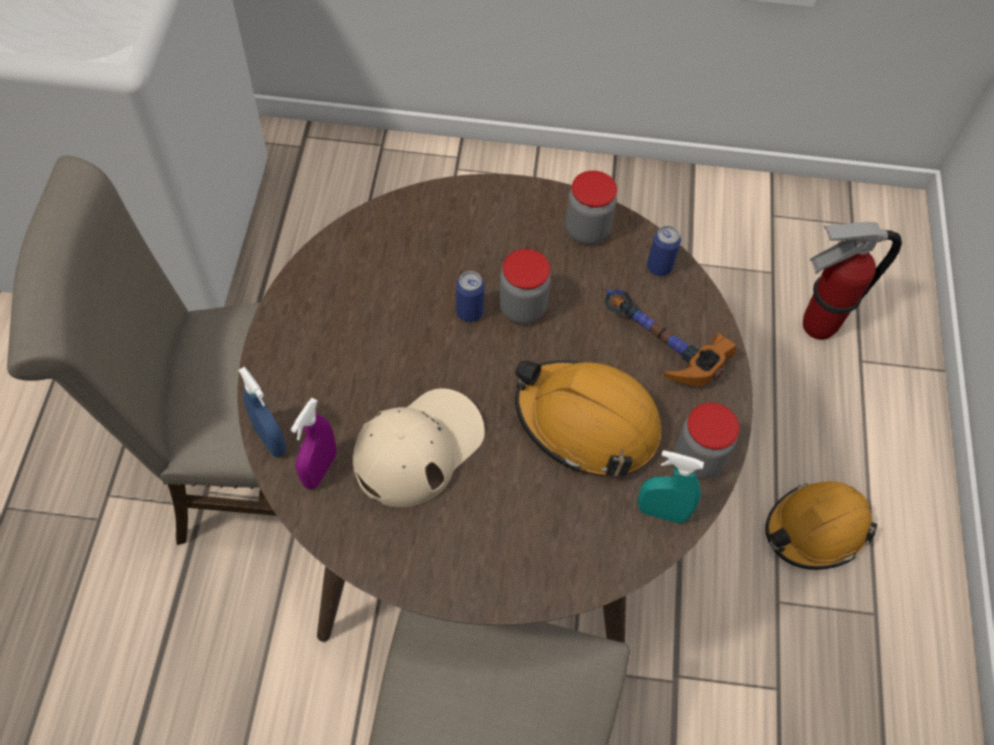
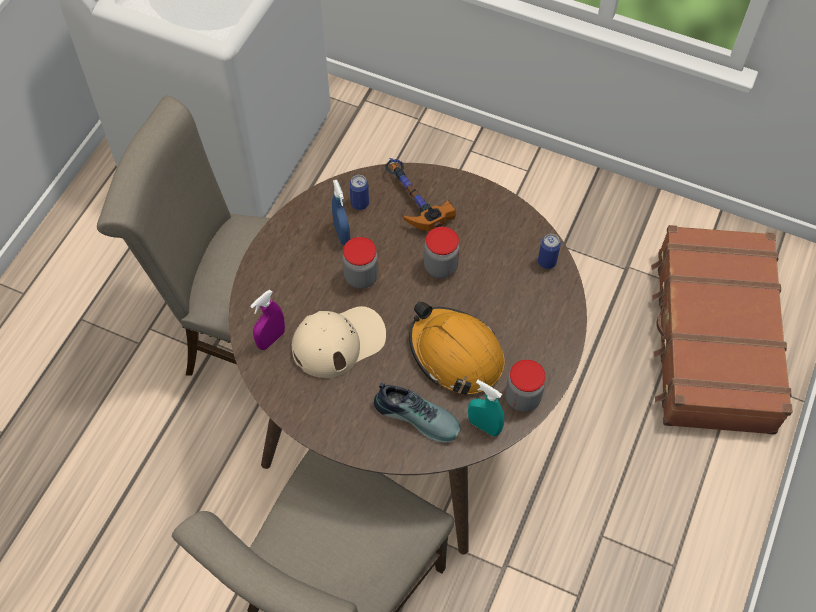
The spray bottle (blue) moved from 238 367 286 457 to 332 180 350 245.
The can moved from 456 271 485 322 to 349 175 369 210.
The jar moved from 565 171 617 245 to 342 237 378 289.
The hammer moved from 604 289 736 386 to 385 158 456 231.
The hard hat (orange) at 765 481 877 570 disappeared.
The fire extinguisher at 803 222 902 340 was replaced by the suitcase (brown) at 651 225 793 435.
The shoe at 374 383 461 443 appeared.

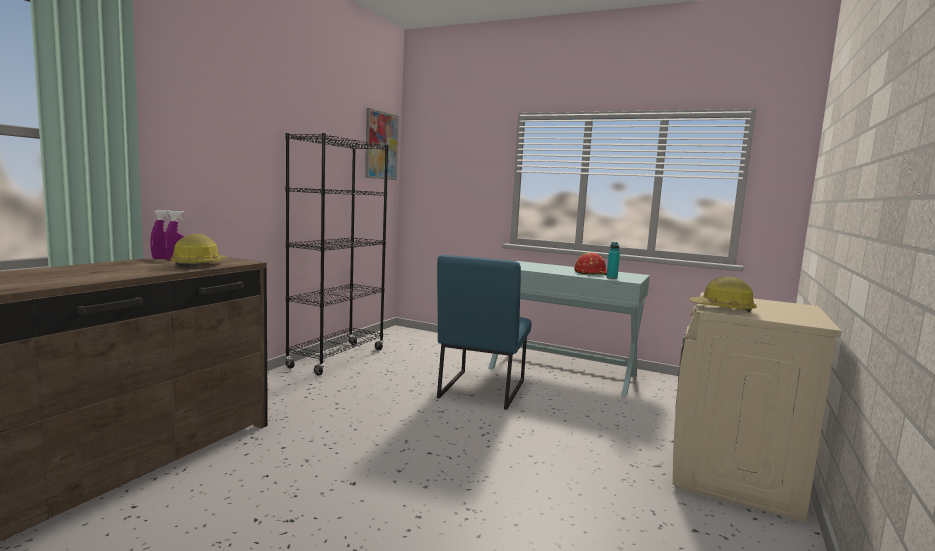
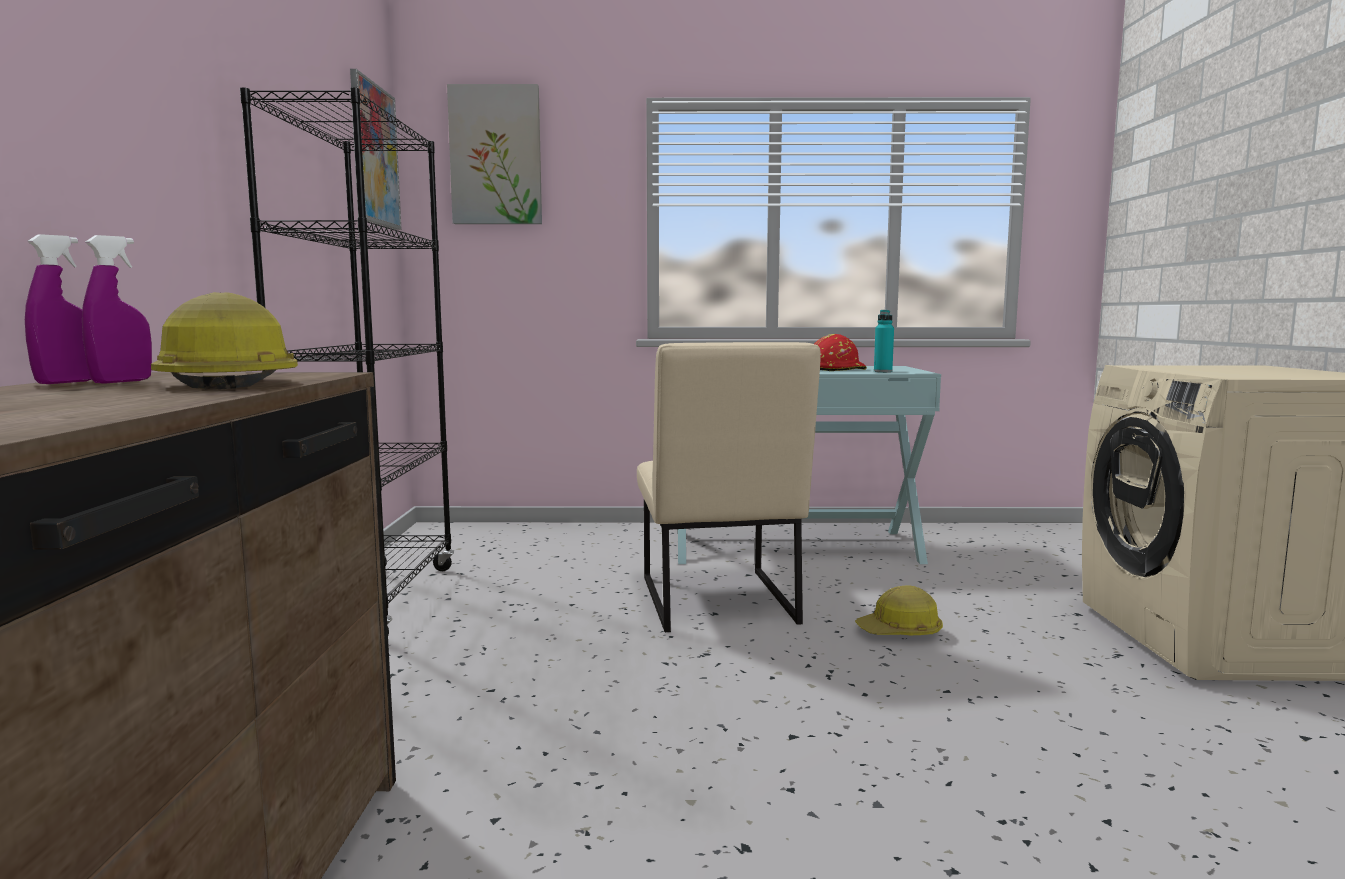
The chair (blue) at 437 255 532 410 became the chair (beige) at 637 342 821 632.
The hard hat moved from 689 277 757 313 to 855 585 943 635.
The picture at 447 84 542 224 appeared.

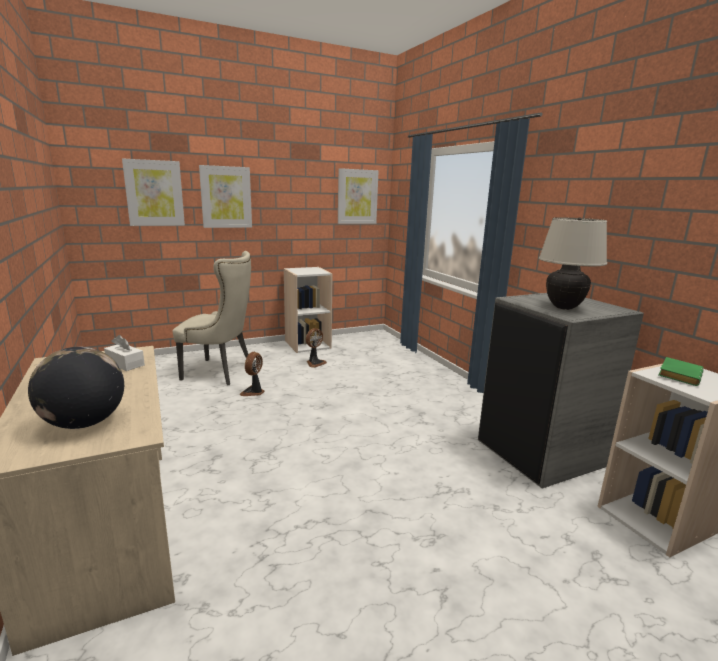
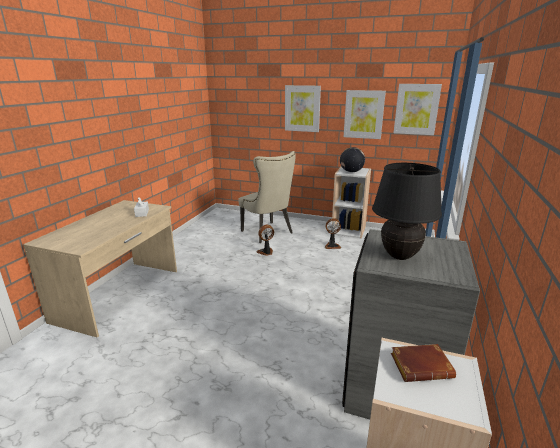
The globe moved from 28 347 124 429 to 340 147 365 172.
The picture moved from 122 158 185 226 to 344 90 386 139.
The table lamp (beige) at 539 217 607 310 became the table lamp (black) at 372 163 442 260.
The book (green) at 658 357 704 386 became the book (brown) at 391 344 456 382.

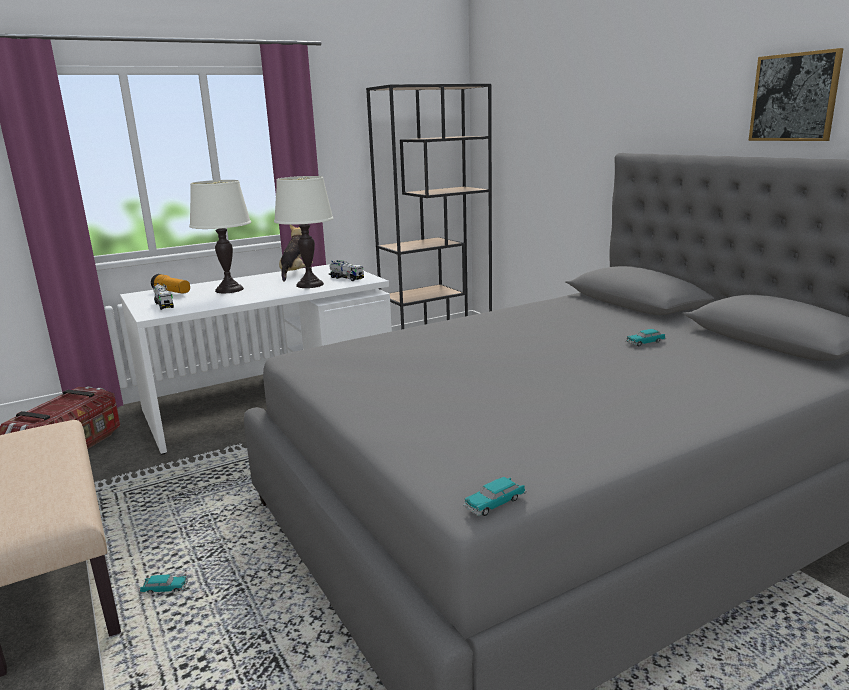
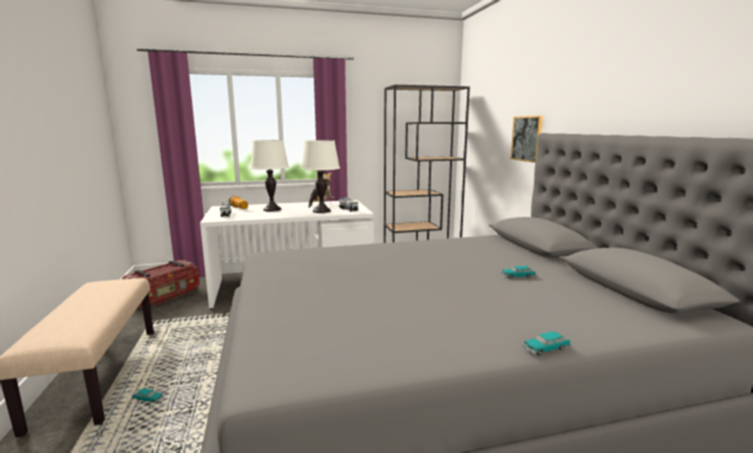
The toy car moved from 463 477 527 516 to 523 331 571 356.
The picture moved from 748 48 844 141 to 510 116 543 163.

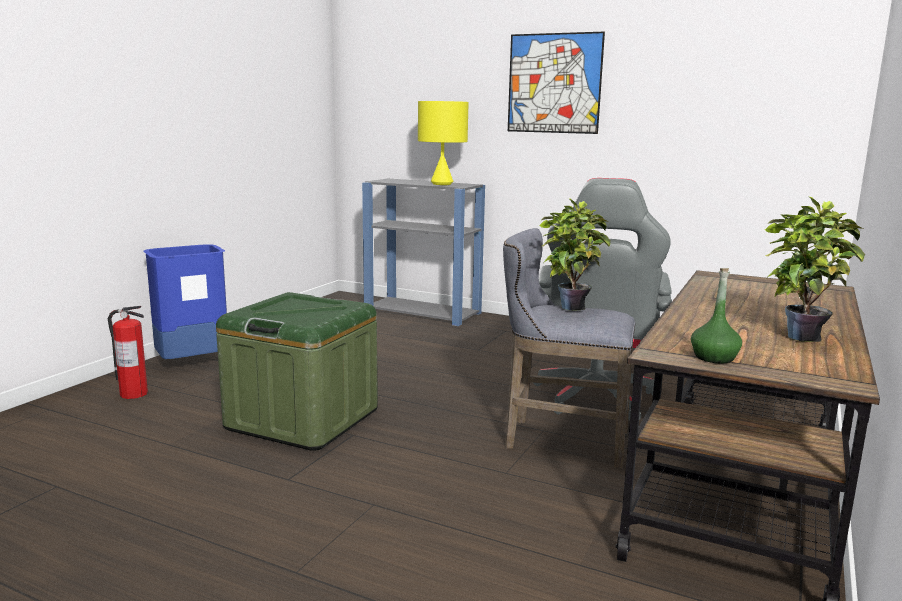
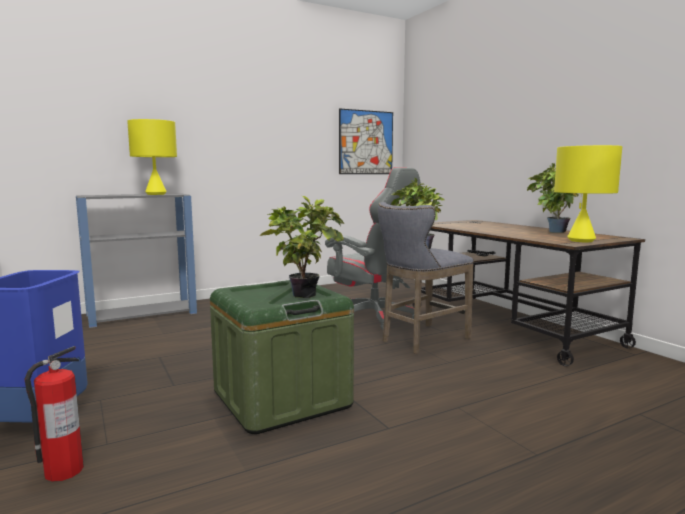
The picture moved from 508 32 605 134 to 339 108 393 174.
The bottle (green) at 691 268 742 363 was replaced by the table lamp (yellow) at 554 145 622 242.
The potted plant at 260 196 344 298 appeared.

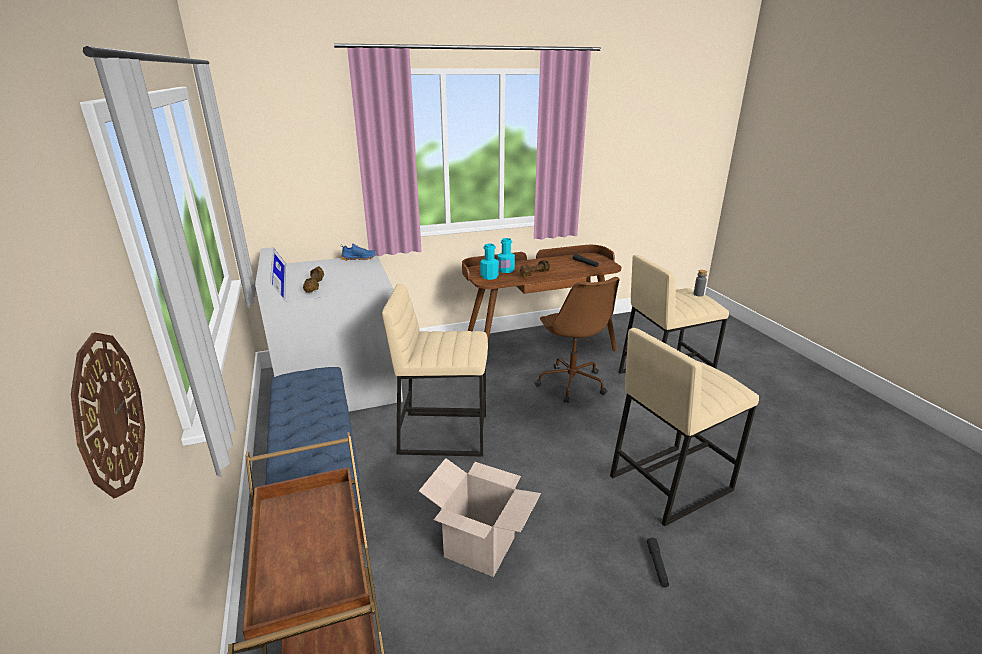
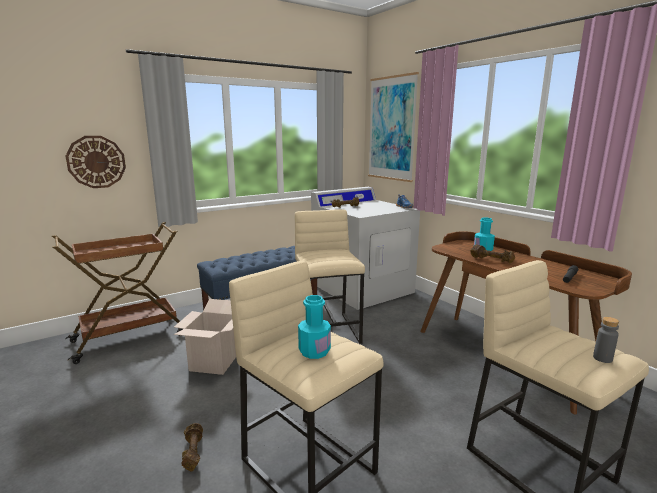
The bottle (turquoise) moved from 480 244 499 280 to 298 295 331 359.
The office chair (brown) at 534 277 620 403 disappeared.
The flashlight (black) at 647 537 669 588 was replaced by the dumbbell (brown) at 181 423 203 472.
The picture at 368 72 419 182 appeared.

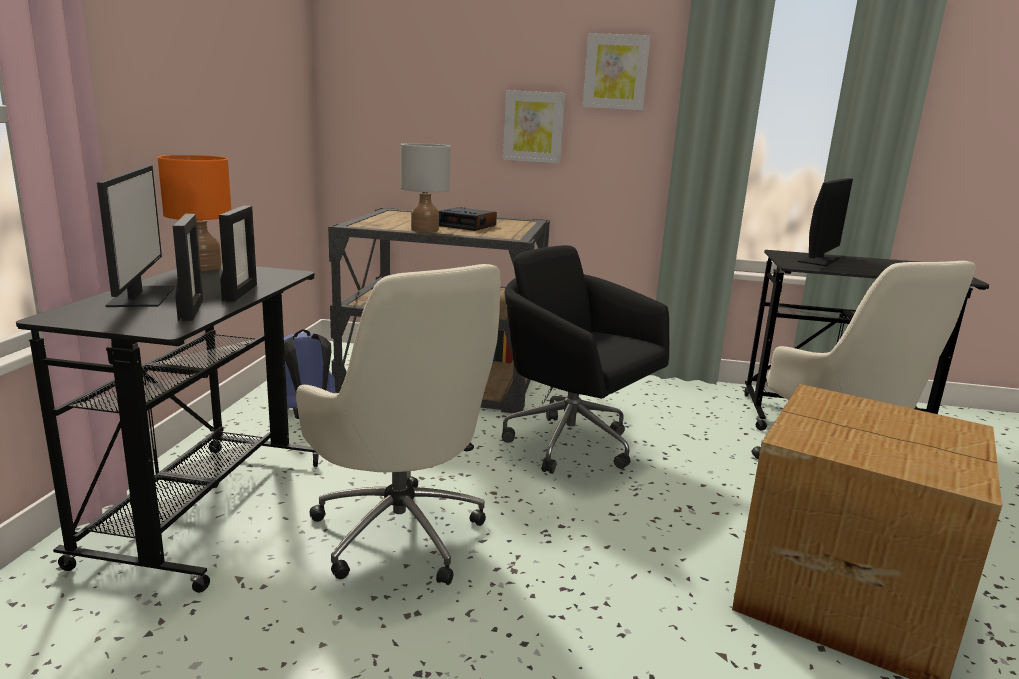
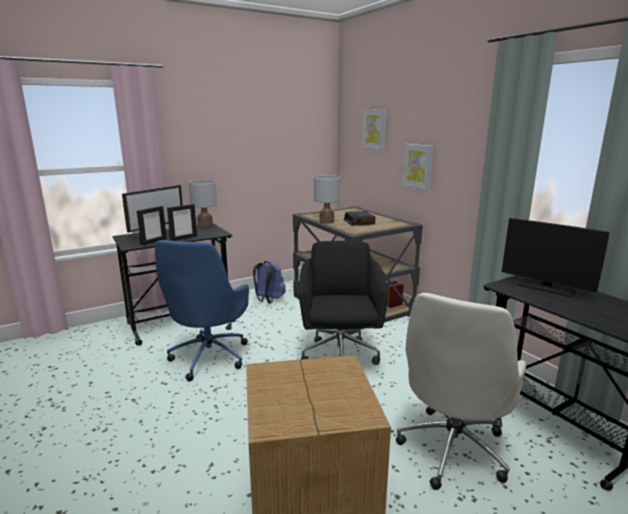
The table lamp (orange) at 158 155 231 271 became the table lamp (grey) at 189 180 217 228.
The office chair (beige) at 296 264 501 585 became the office chair (blue) at 155 240 249 382.
The picture moved from 583 33 651 110 to 362 109 386 150.
The monitor at 798 178 853 266 turned 45 degrees clockwise.

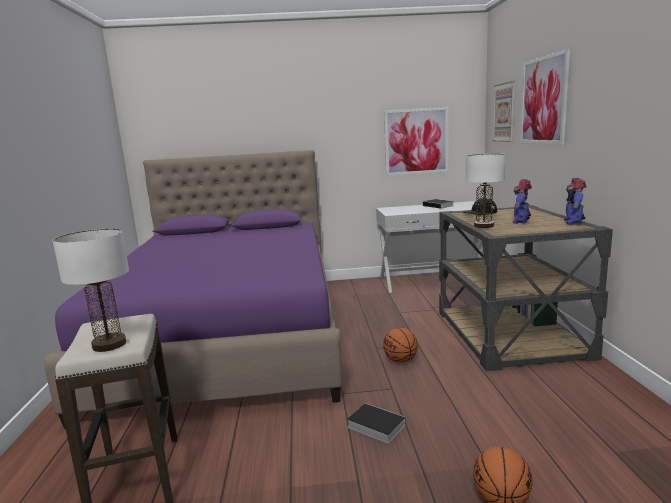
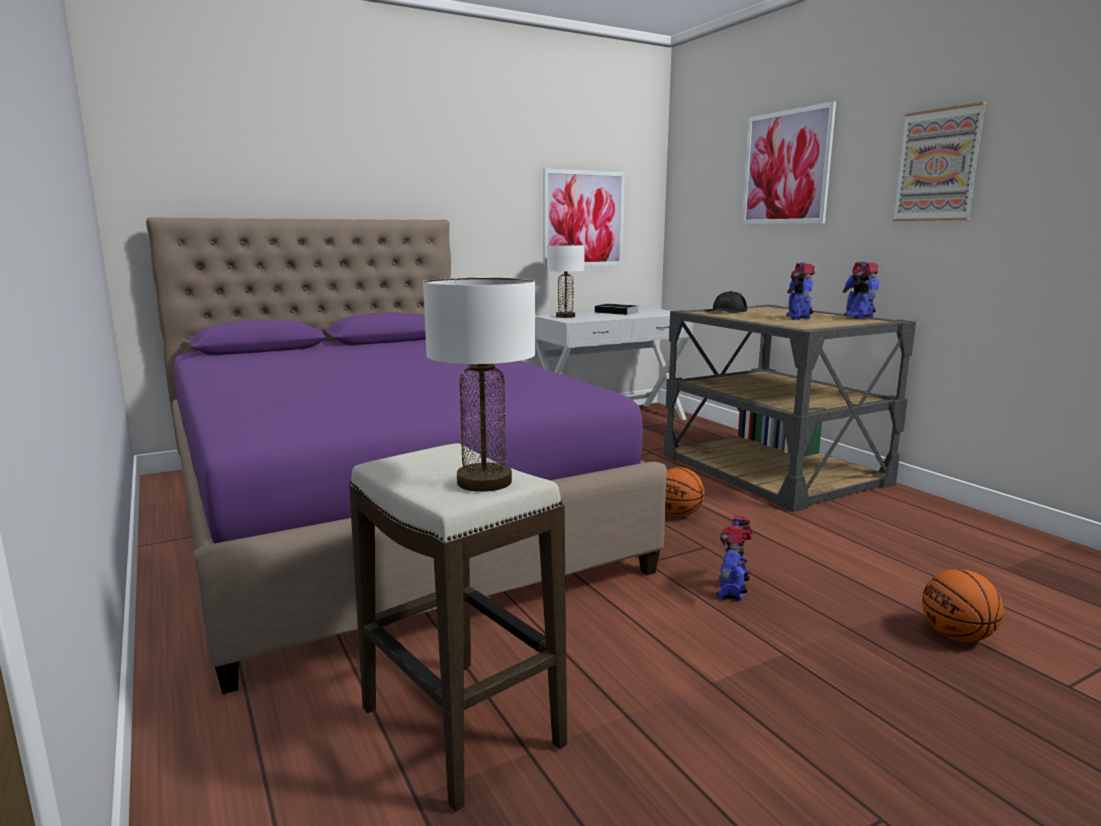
The book at 347 403 406 443 was replaced by the toy robot at 717 516 753 601.
The table lamp moved from 466 154 506 228 to 547 245 585 318.
The picture moved from 492 81 515 142 to 892 102 987 221.

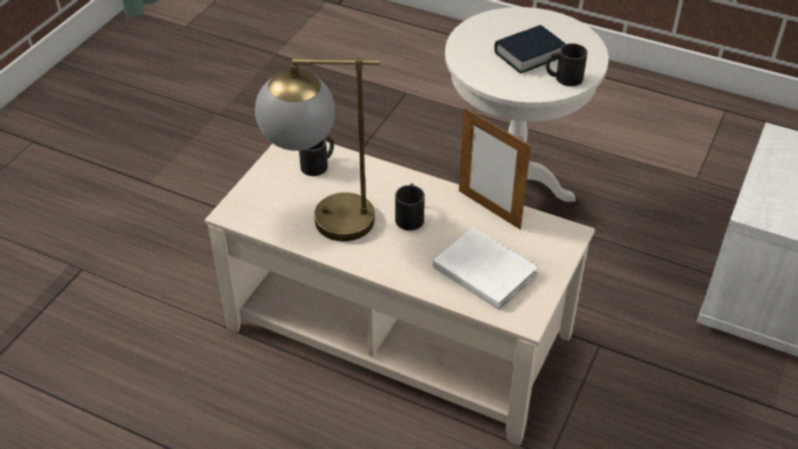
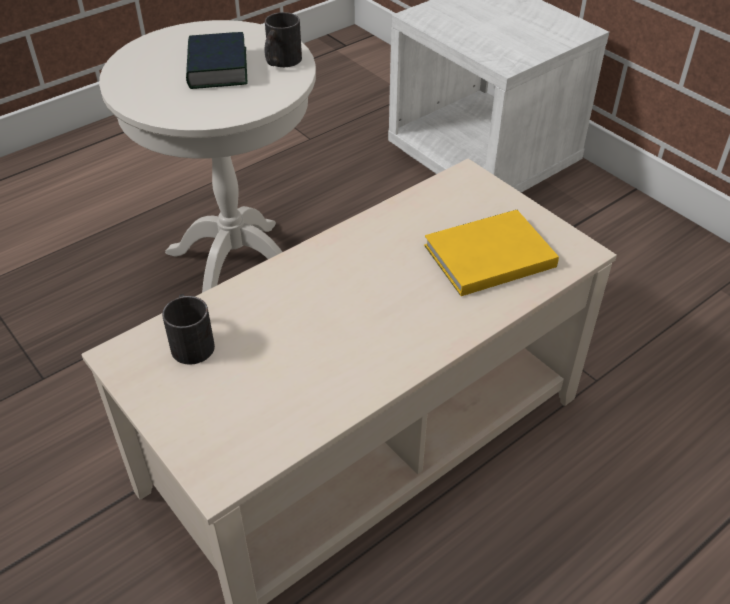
The table lamp at 255 57 380 241 disappeared.
The mug (black) at 395 184 425 231 disappeared.
The book (white) at 433 227 538 310 became the book (yellow) at 424 210 559 296.
The picture frame at 459 107 531 229 disappeared.

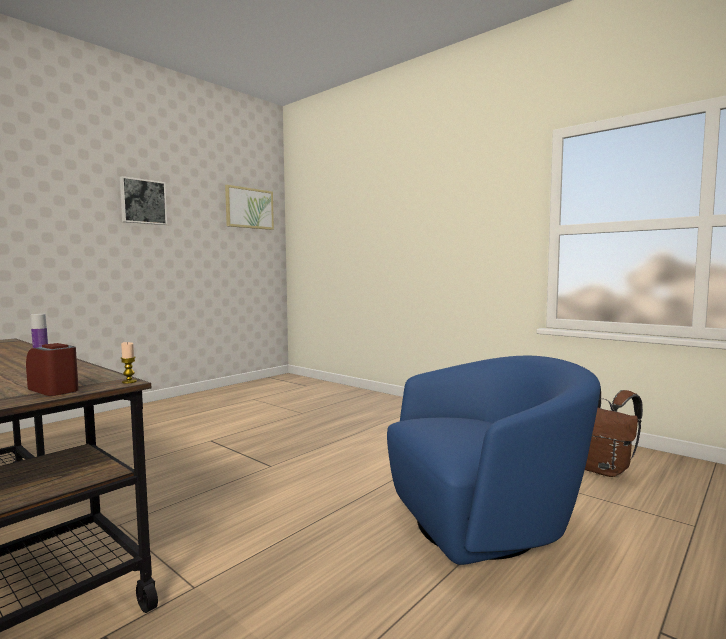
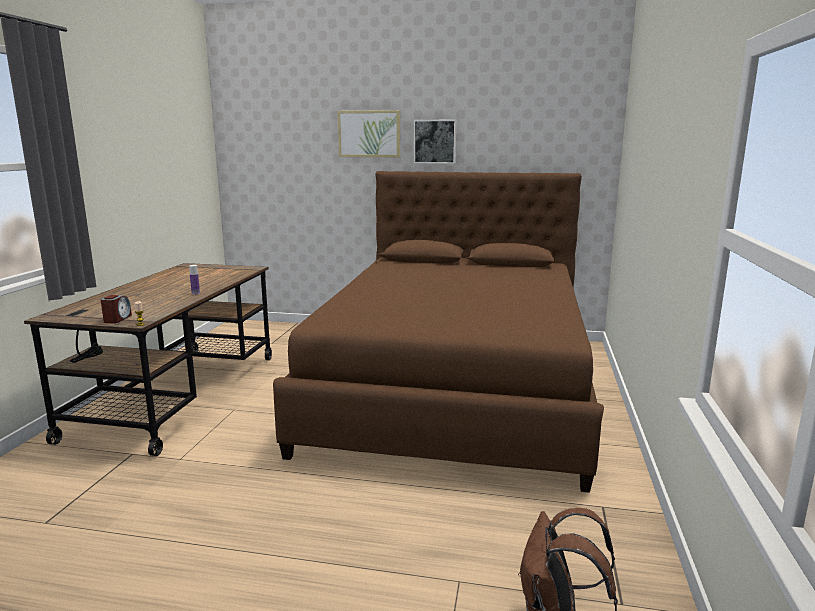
The picture moved from 225 185 274 230 to 337 110 400 157.
The armchair (blue) at 387 356 600 565 disappeared.
The bed (brown) at 273 171 604 493 appeared.

